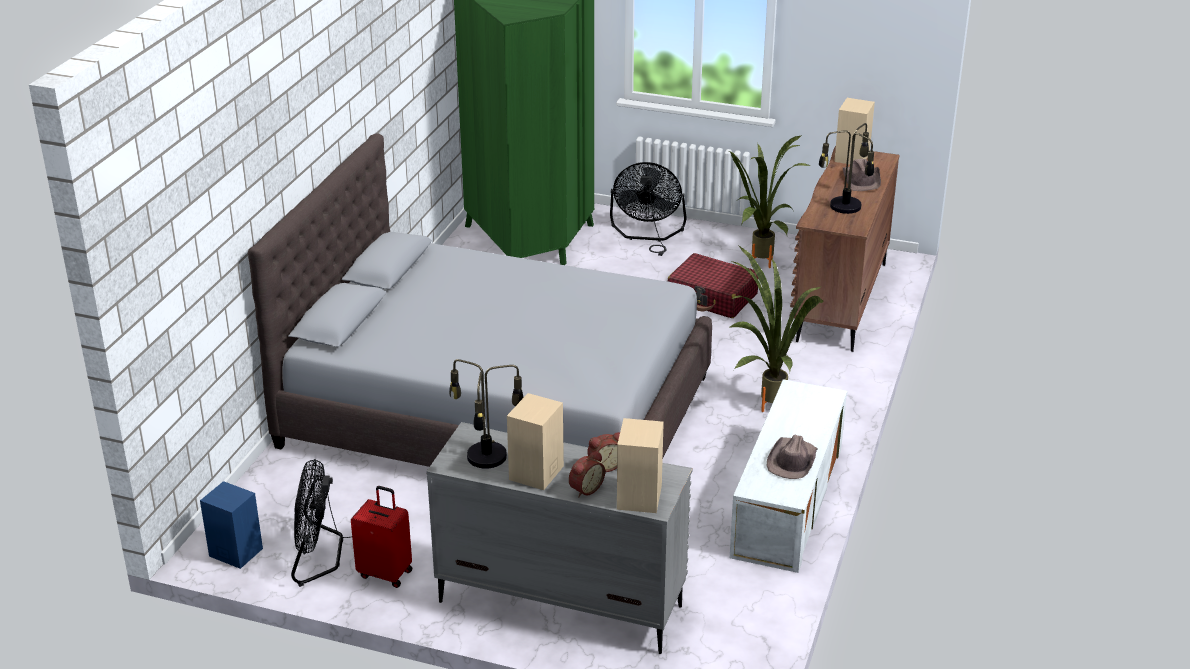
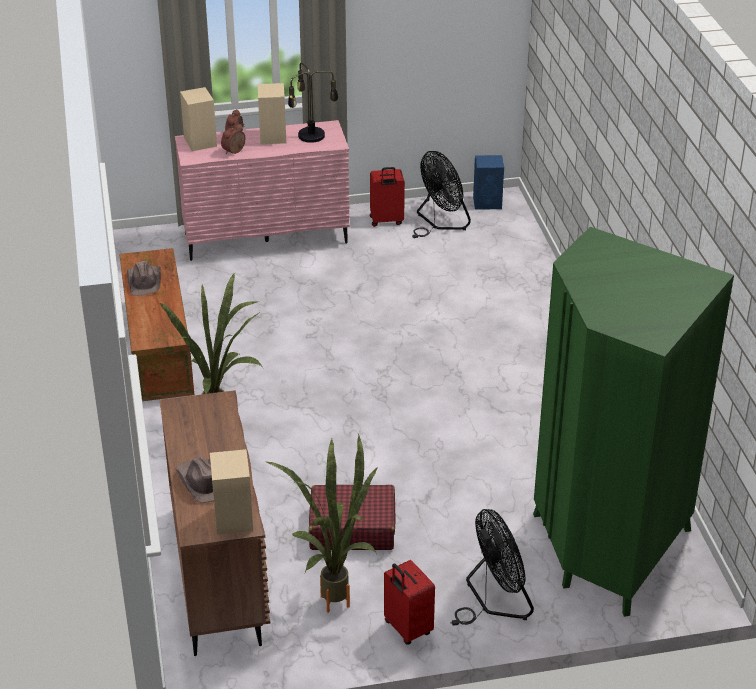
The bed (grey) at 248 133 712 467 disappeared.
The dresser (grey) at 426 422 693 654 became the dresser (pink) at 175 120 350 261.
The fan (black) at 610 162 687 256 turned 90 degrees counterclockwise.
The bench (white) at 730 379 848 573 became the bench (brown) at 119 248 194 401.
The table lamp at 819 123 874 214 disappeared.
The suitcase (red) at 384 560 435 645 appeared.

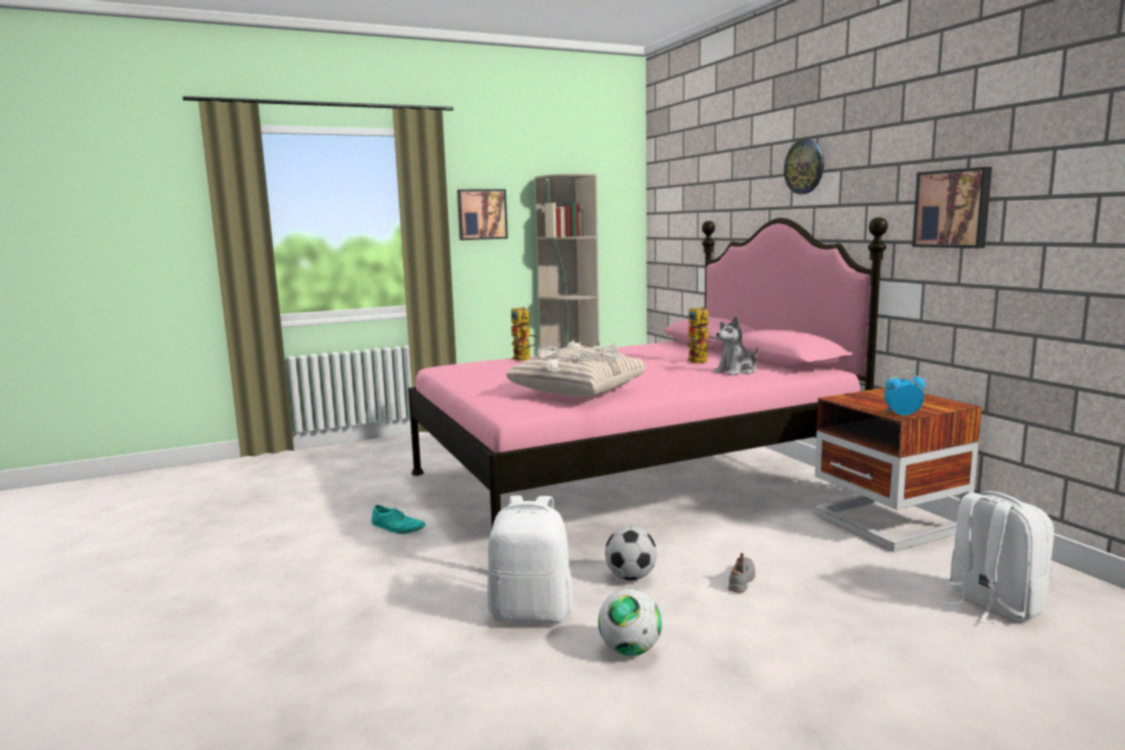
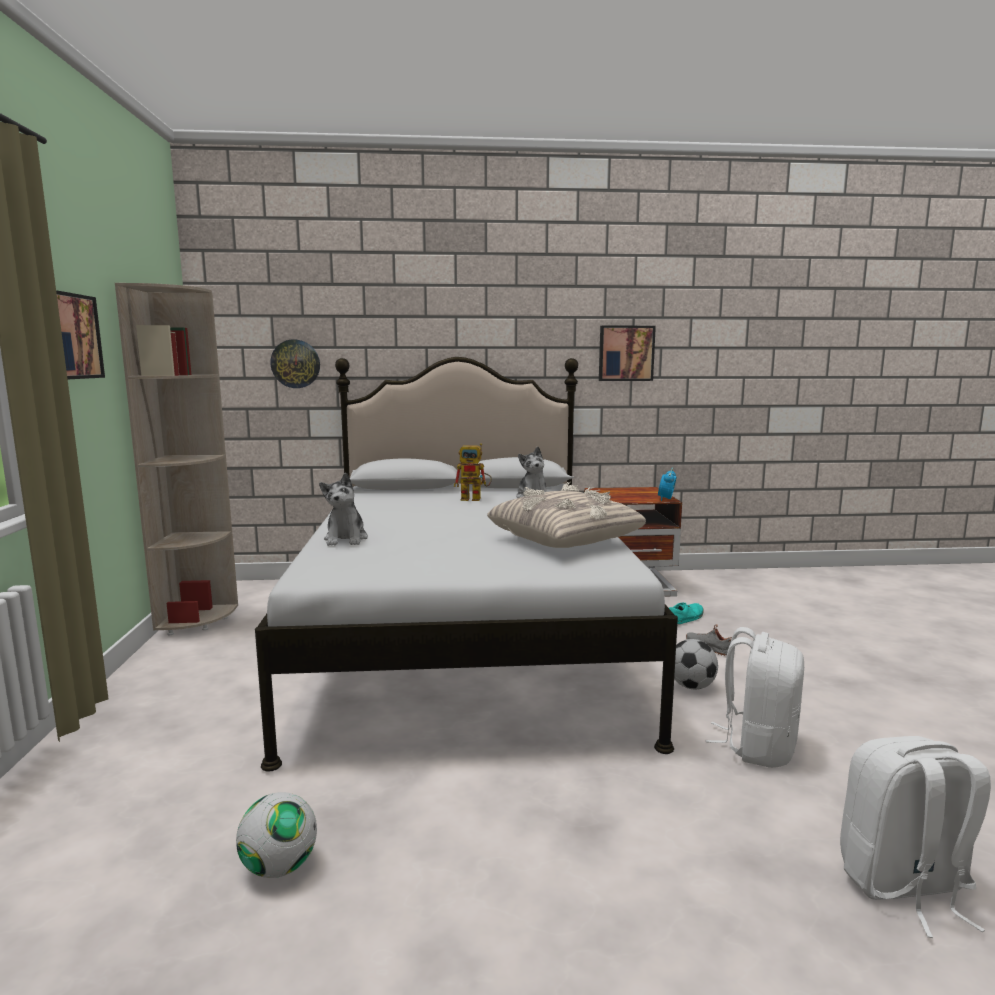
The shoe (turquoise) moved from 372 505 426 534 to 669 602 704 624.
The bed (pink) at 408 217 888 528 became the bed (white) at 255 357 678 772.
The toy robot at 511 307 540 361 was replaced by the plush toy at 319 473 368 546.
The football moved from 598 589 662 656 to 236 792 317 878.
The wall clock moved from 784 139 824 194 to 270 339 320 388.
The backpack (white) moved from 943 491 1054 623 to 840 736 991 938.

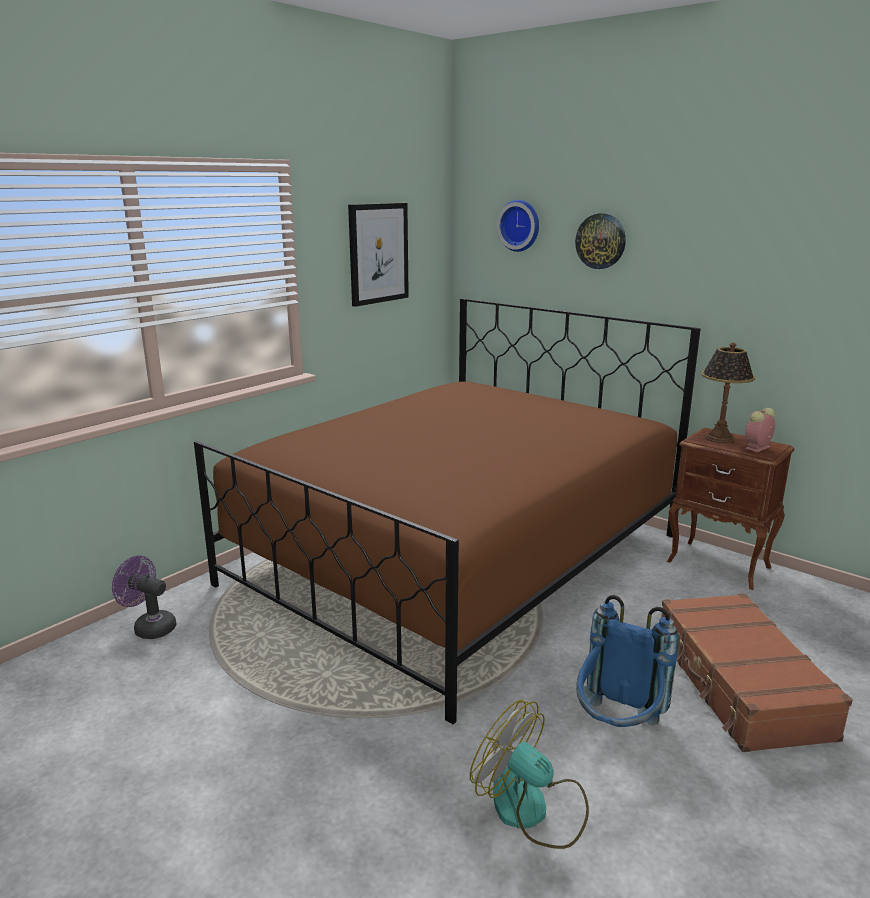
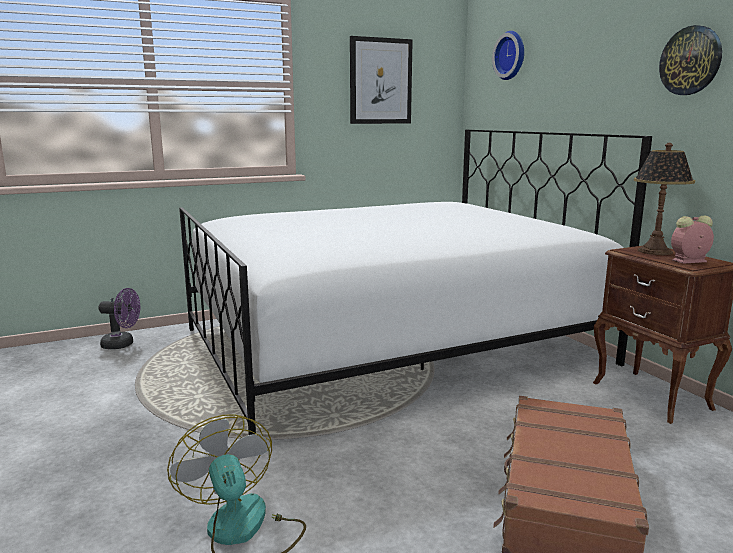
The fan (purple) at 112 556 176 639 turned 135 degrees clockwise.
The bed (brown) at 194 298 701 724 became the bed (white) at 179 130 652 435.
The wall clock moved from 575 213 626 269 to 659 25 722 95.
The backpack (blue) at 577 595 679 727 disappeared.

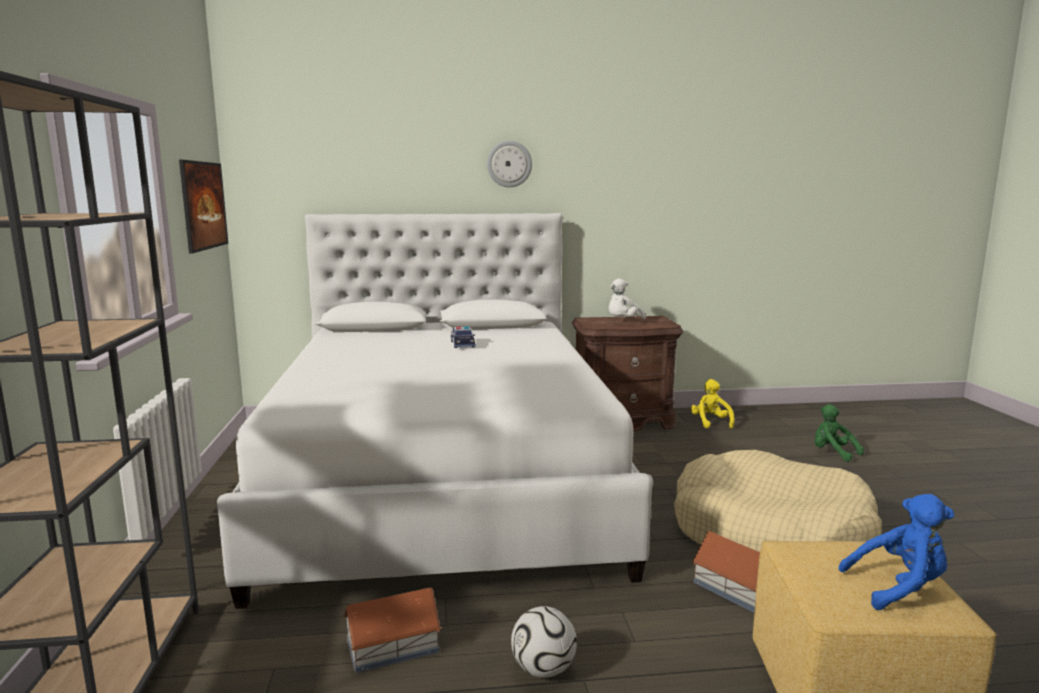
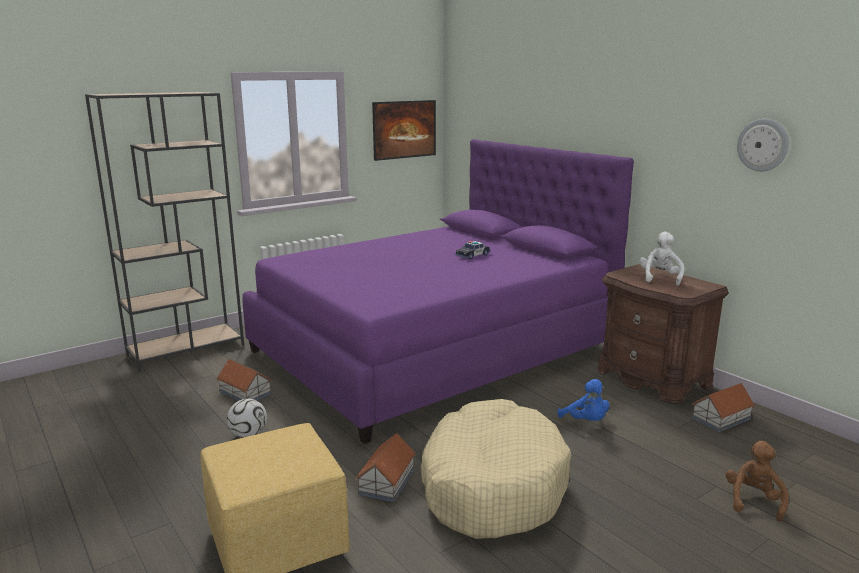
The bed (white) at 217 213 653 609 became the bed (purple) at 242 139 634 444.
The wall clock moved from 487 140 532 187 to 737 119 789 172.
The plush toy (white) at 608 278 645 319 turned 90 degrees clockwise.
The plush toy (yellow) at 691 379 734 429 was replaced by the toy house at 692 383 755 432.
The plush toy (green) at 815 404 864 462 became the plush toy (brown) at 726 441 789 522.
The plush toy (blue) moved from 839 494 954 610 to 557 379 610 421.

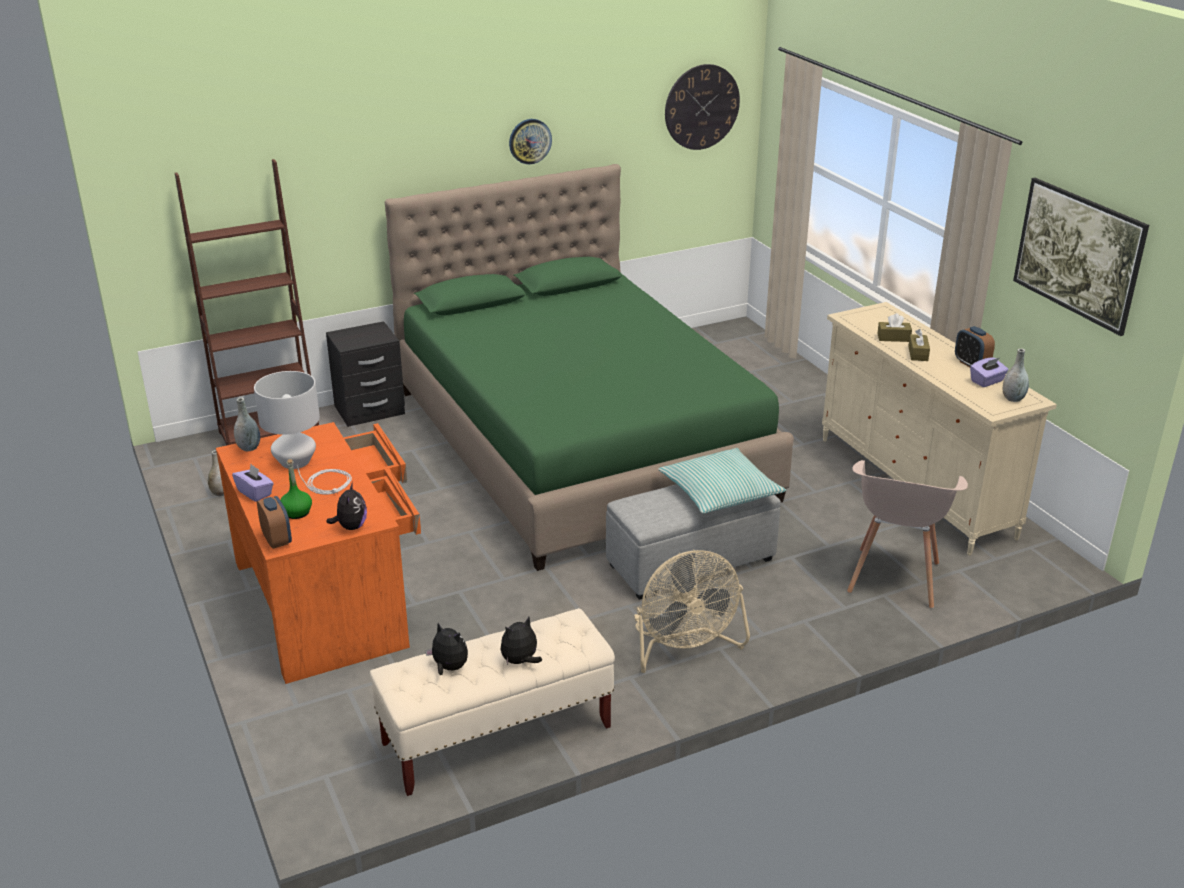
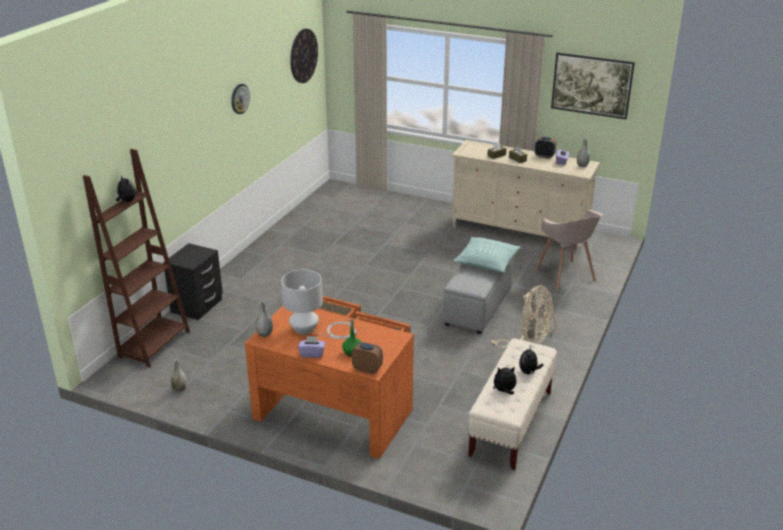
The plush toy moved from 326 482 367 530 to 116 175 136 202.
The bed (green) at 385 164 794 571 disappeared.

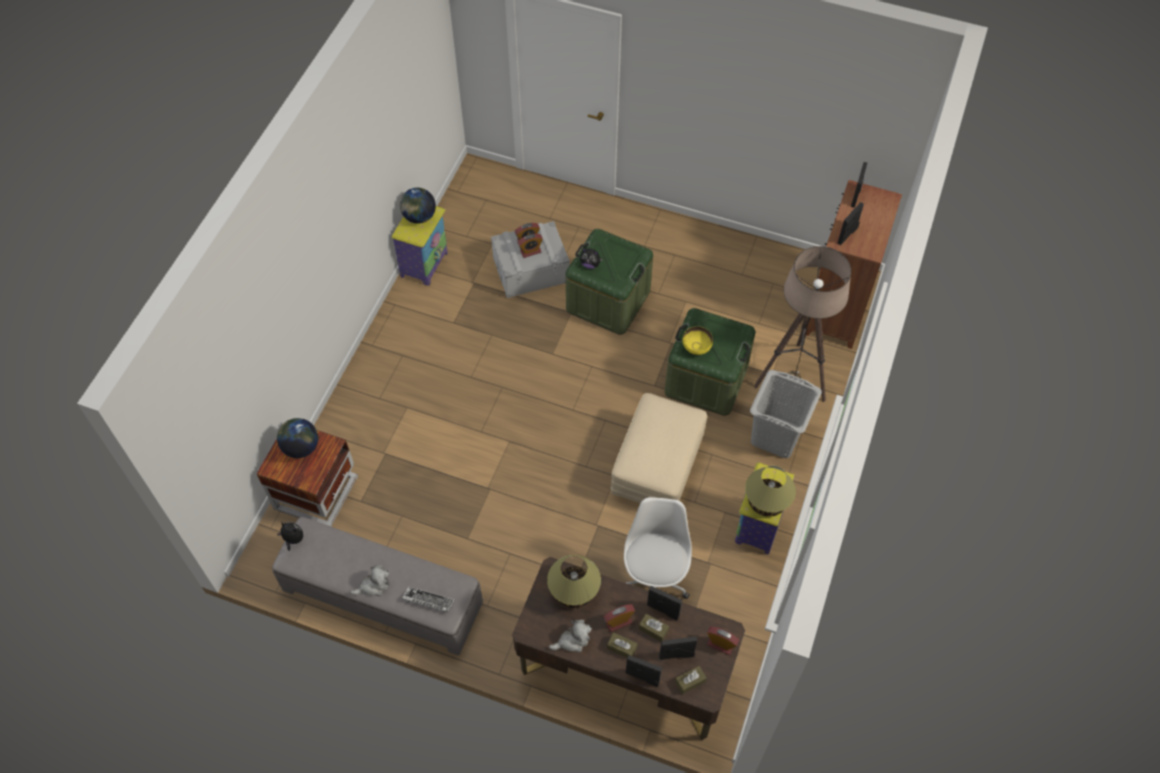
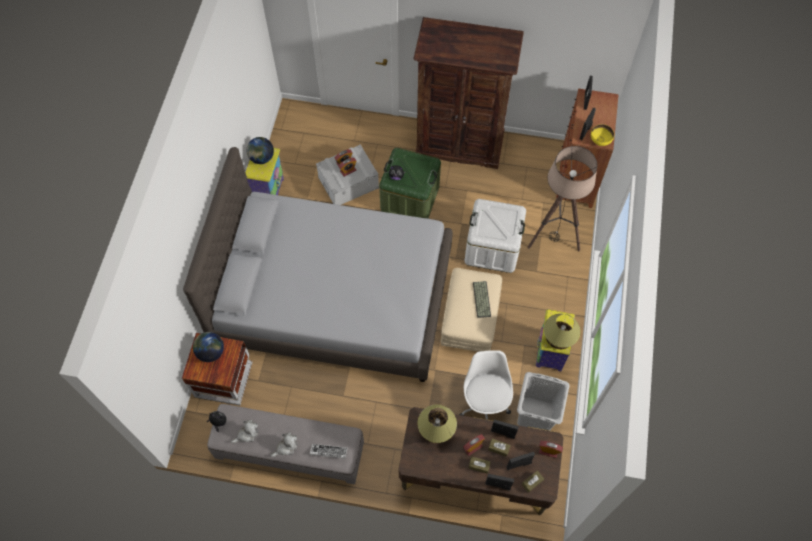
The plush toy moved from 549 619 592 653 to 231 420 259 444.
The storage box (green) at 665 308 755 416 became the storage box (white) at 465 199 526 273.
The bowl (yellow) moved from 683 326 713 355 to 591 124 614 146.
The laundry basket (grey) moved from 750 370 822 458 to 517 372 570 430.
The bed (grey) at 183 147 453 382 appeared.
The wardrobe (brown) at 413 17 524 169 appeared.
The keyboard at 473 281 491 318 appeared.

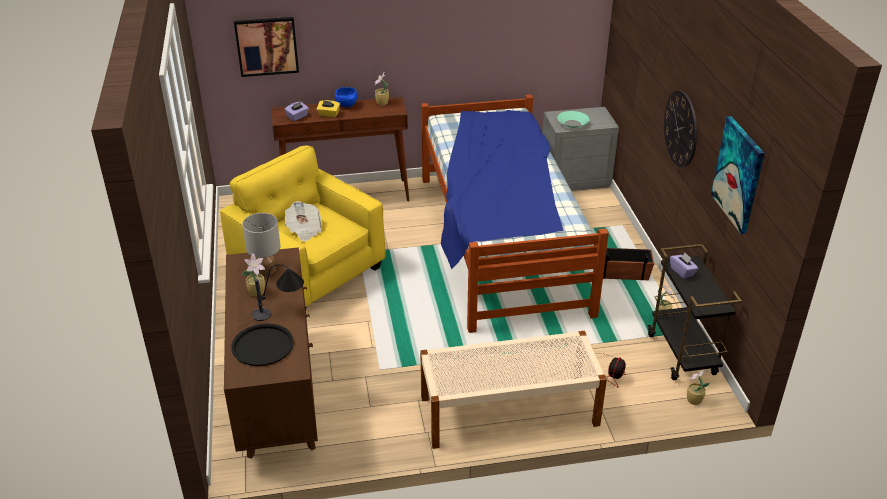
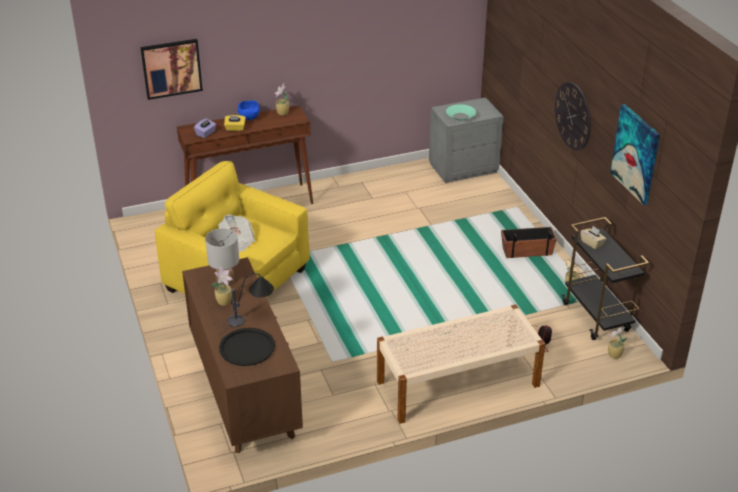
The bed at 421 95 609 333 disappeared.
The tissue box (purple) at 670 252 698 279 became the tissue box (beige) at 581 226 606 249.

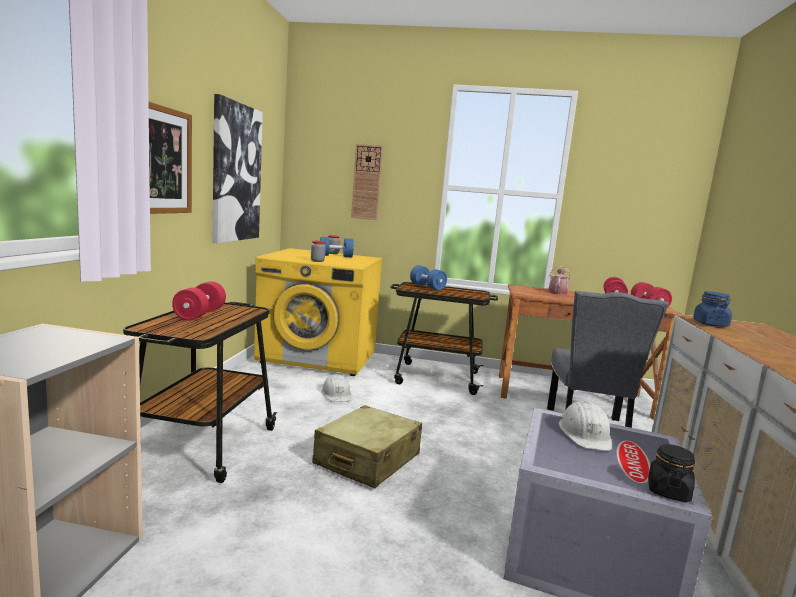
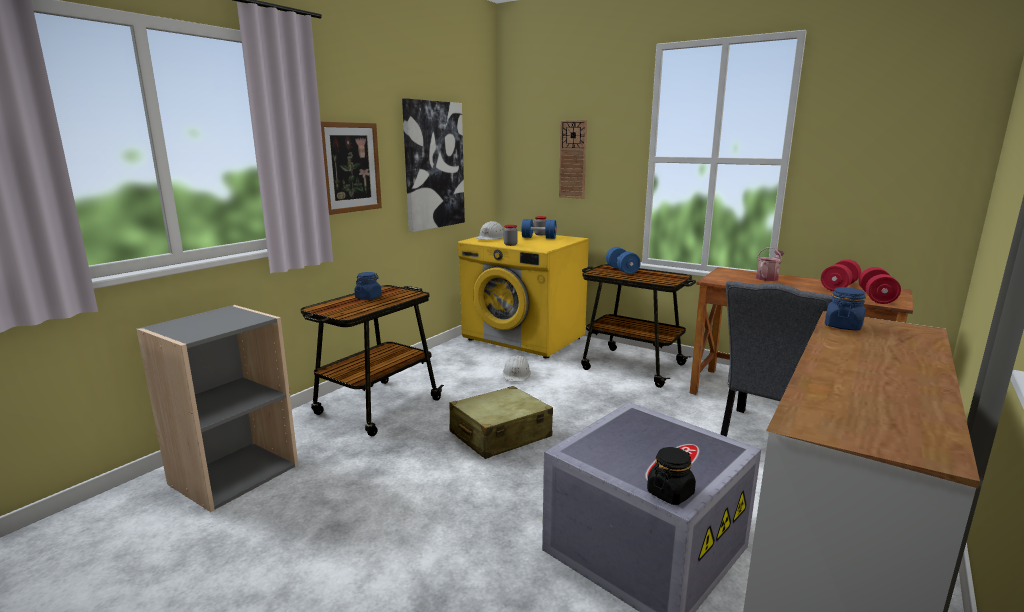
The dumbbell (red) at 172 281 226 321 was replaced by the jar (blue) at 354 272 382 300.
The hard hat (white) moved from 559 401 612 451 to 476 221 504 240.

